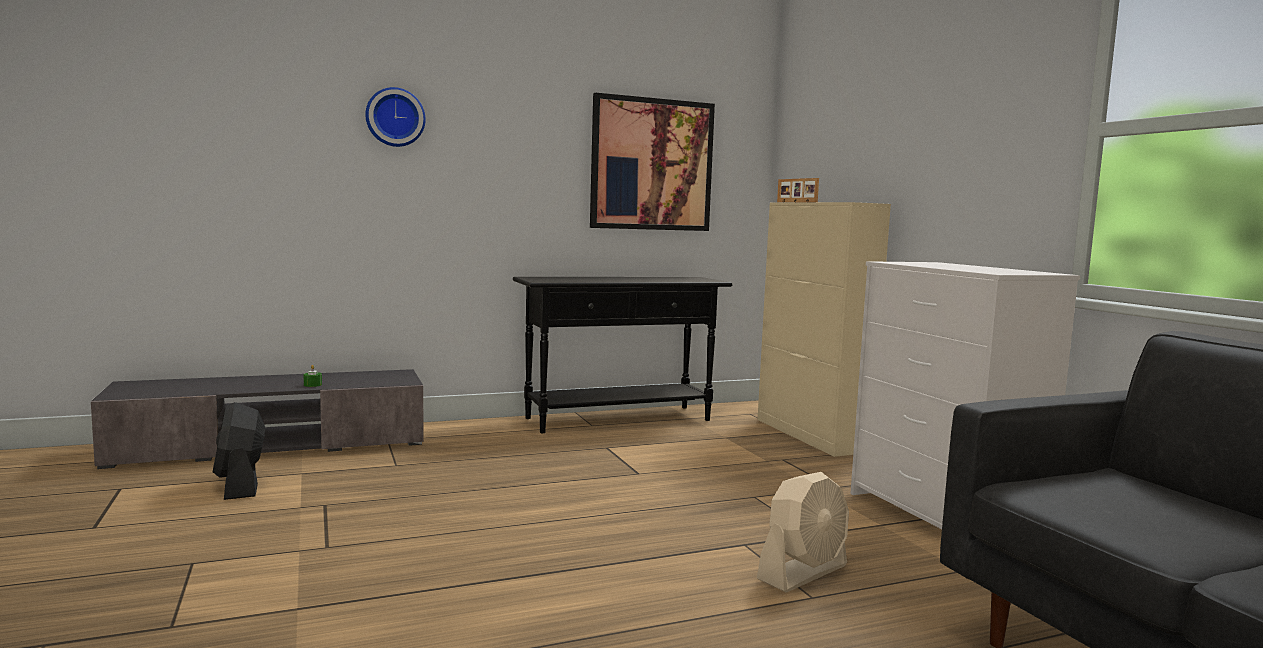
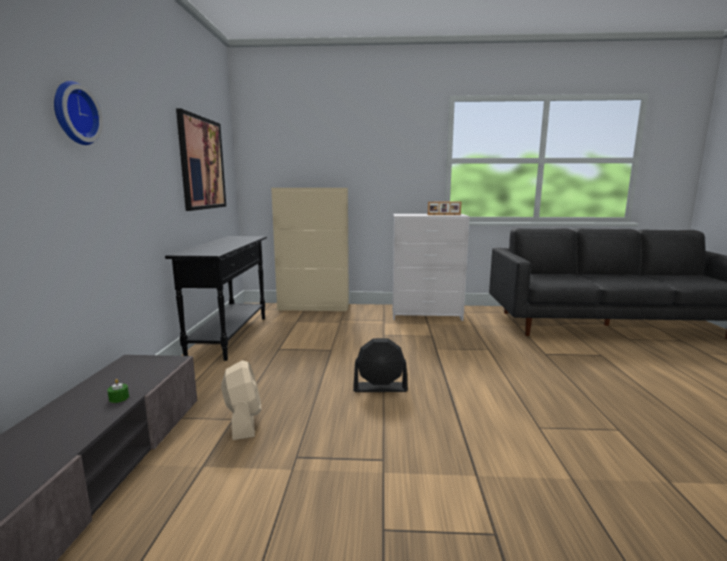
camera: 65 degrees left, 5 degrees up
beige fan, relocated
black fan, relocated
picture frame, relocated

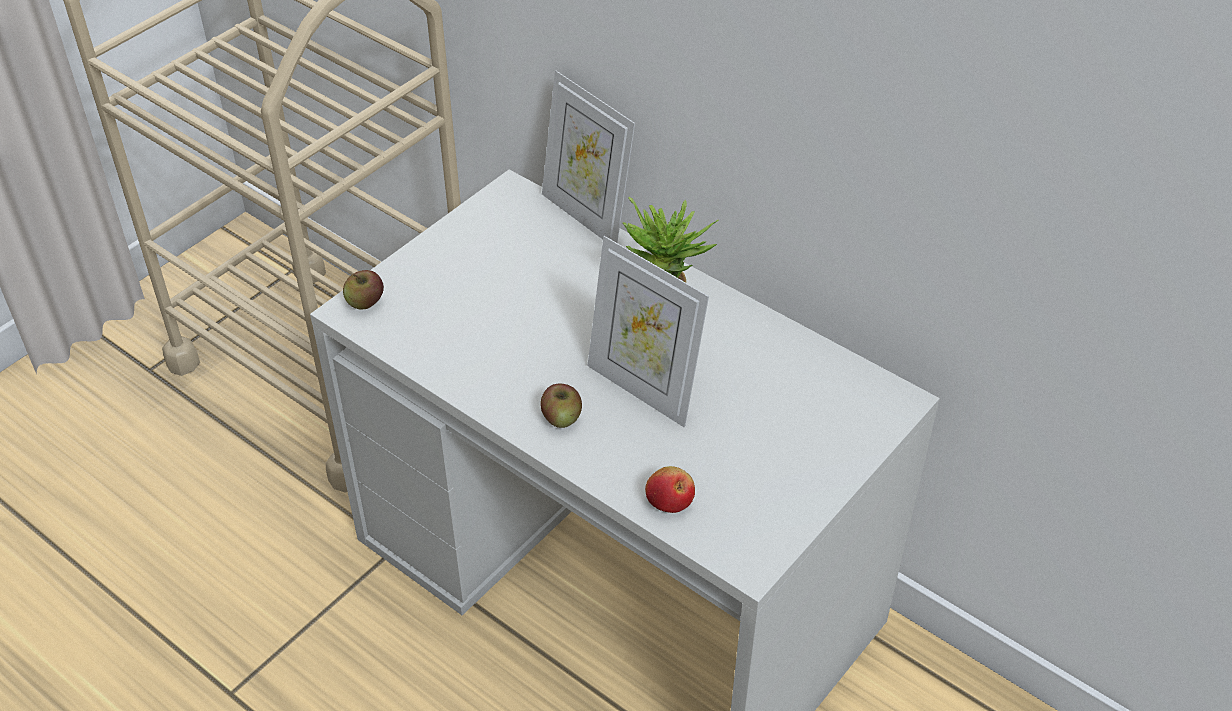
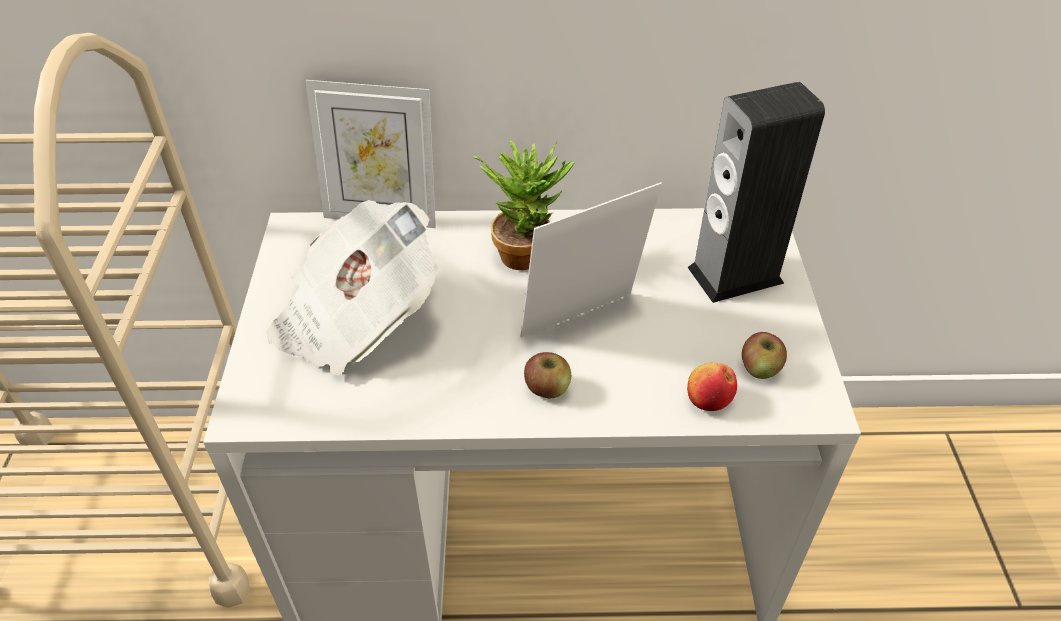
camera: 40 degrees left, 0 degrees up
nothing => newspaper
picture frame (no. 2 from left), 150 degrees clockwise
nothing => speaker
apple (no. 1 from left in the first image) => apple (no. 3 from left), relocated

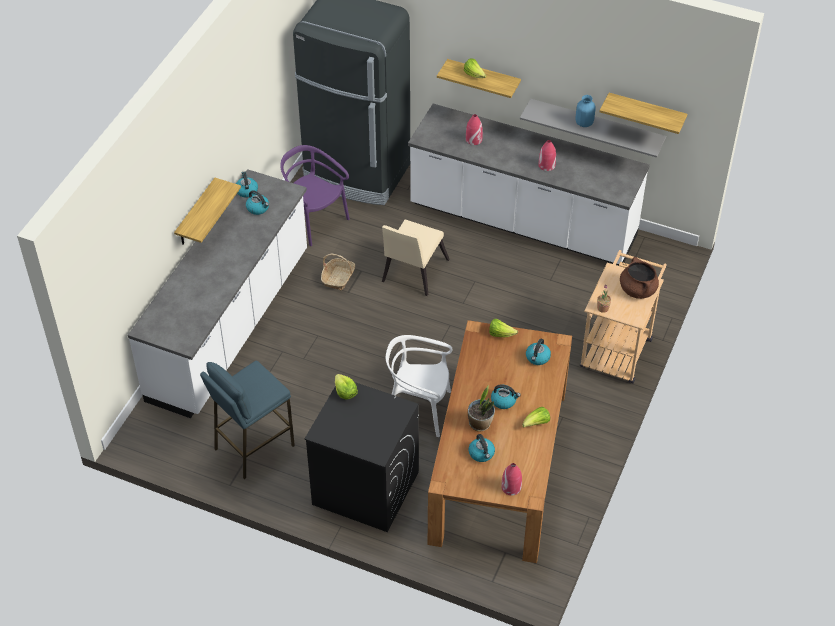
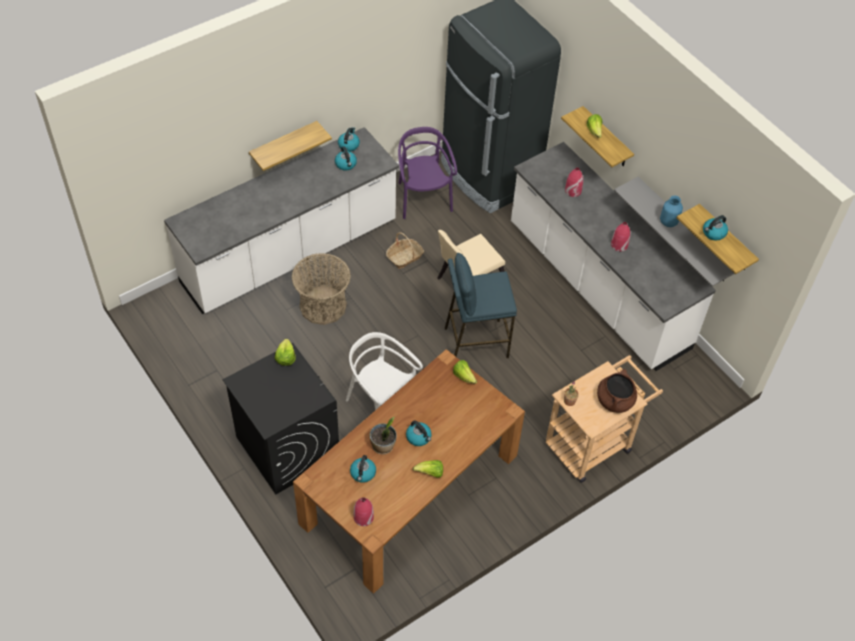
camera: 30 degrees right, 5 degrees up
nothing => basket (no. 1 from left)
blue stool, relocated
kettle (no. 5 from left), relocated

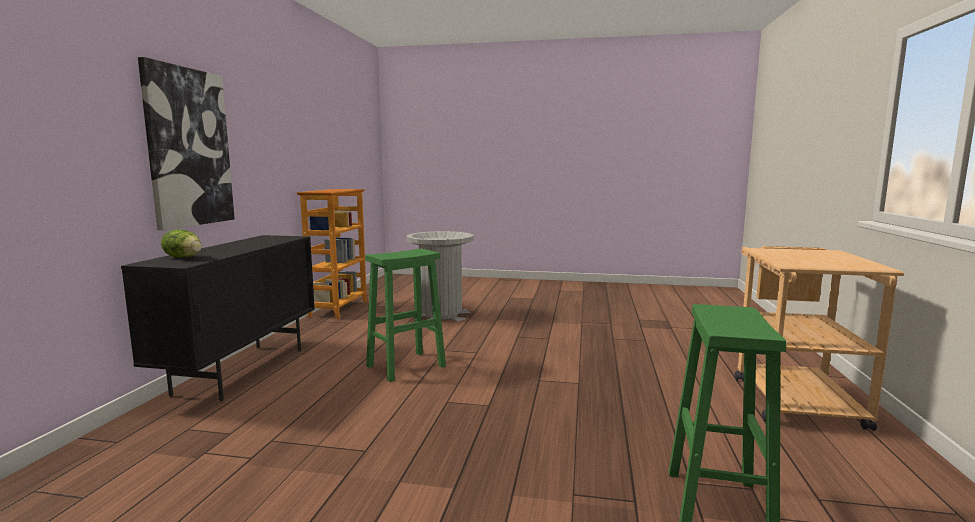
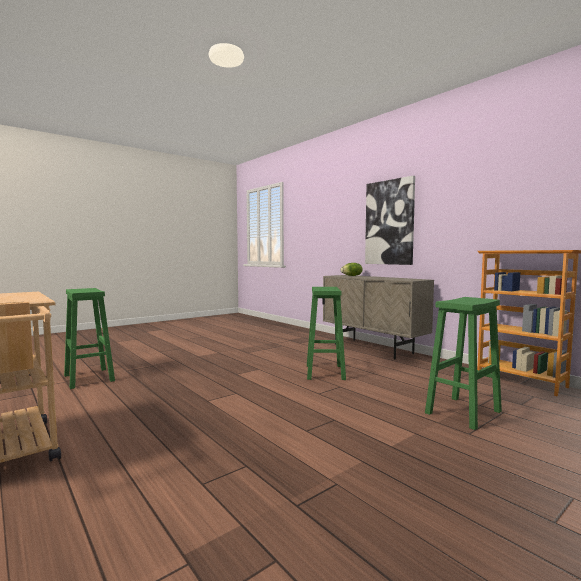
camera: 130 degrees right, 5 degrees down
black cabinet => beige cabinet
grey trash can => green stool (no. 3 from left)

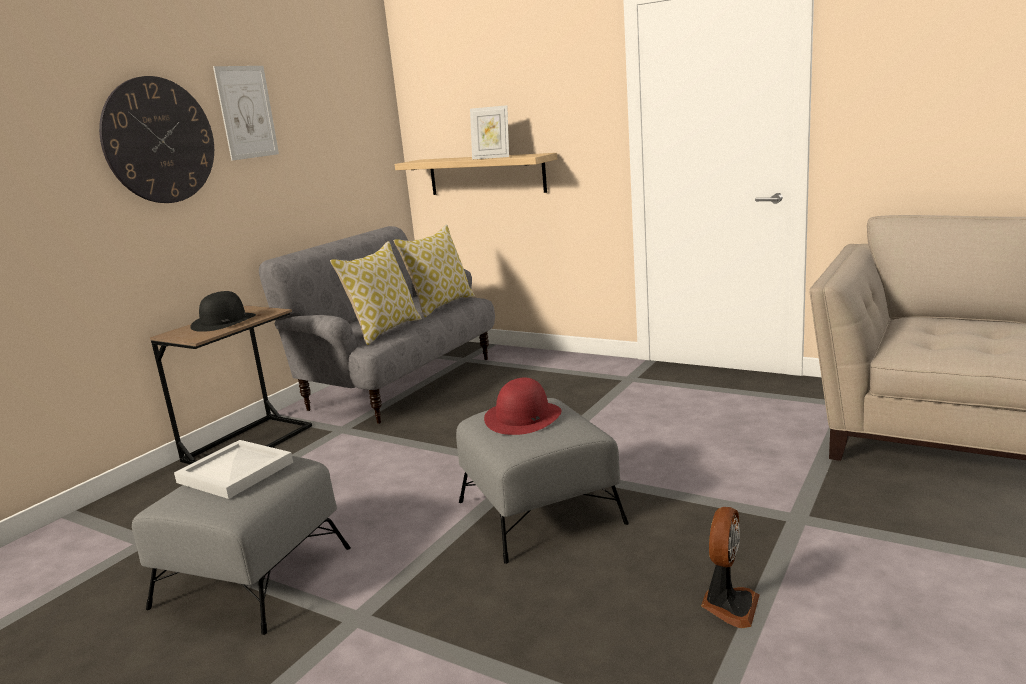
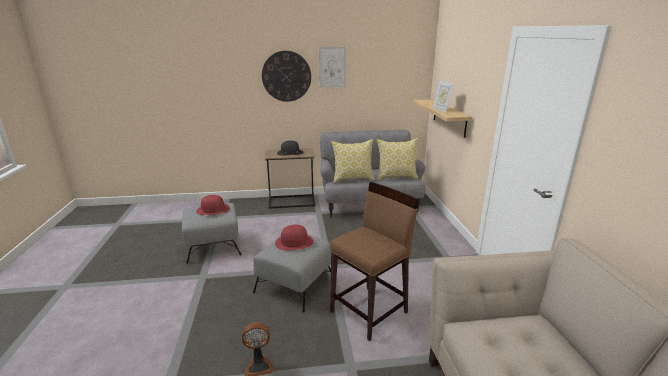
camera: 50 degrees right, 5 degrees up
white tray => red hat (no. 1 from left)
nothing => brown stool

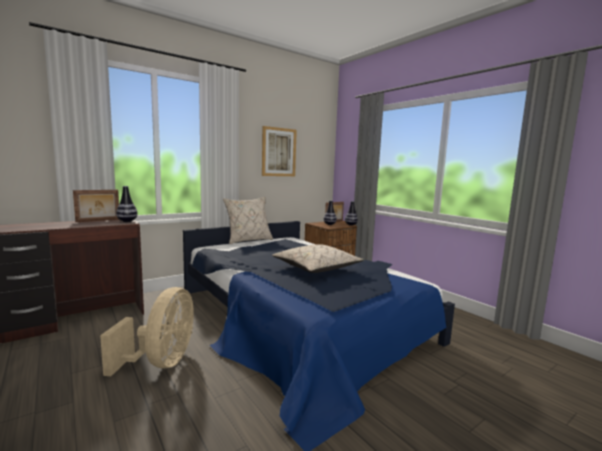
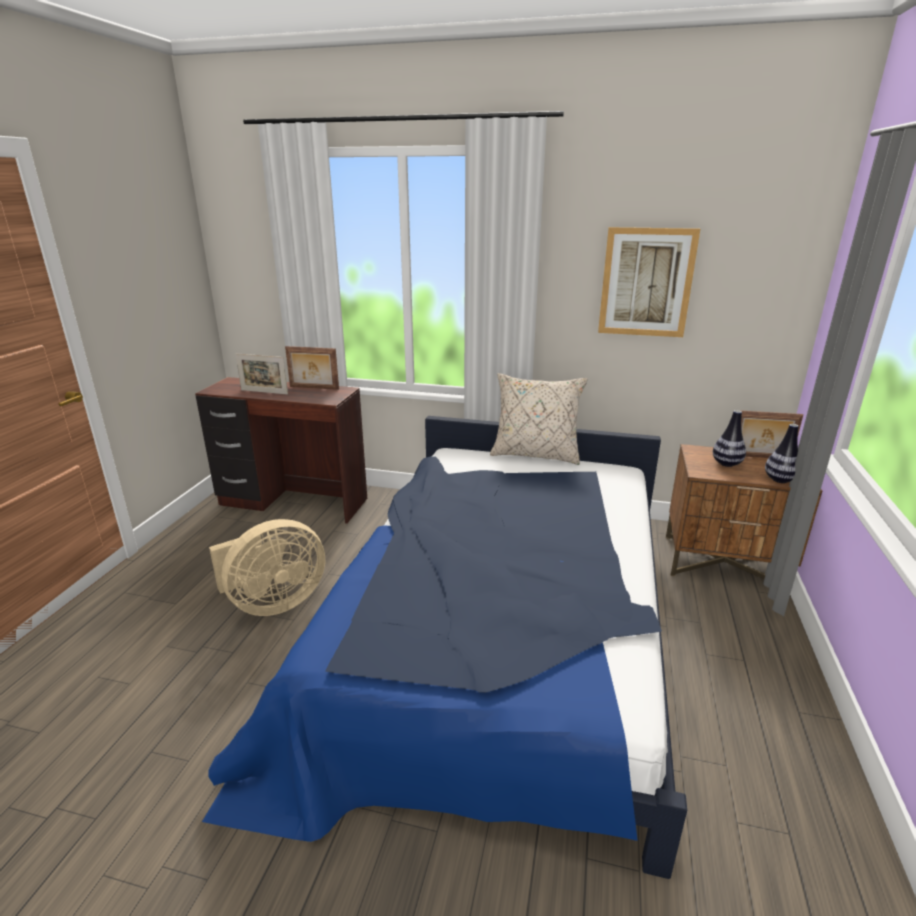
camera: 50 degrees right, 15 degrees up
nothing => picture frame (no. 1 from left)
vase (no. 1 from left) => nothing
beige pillow (no. 2 from left) => nothing

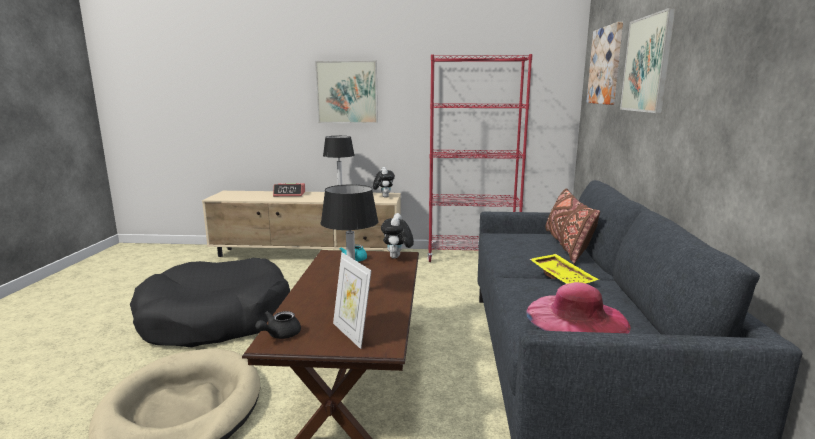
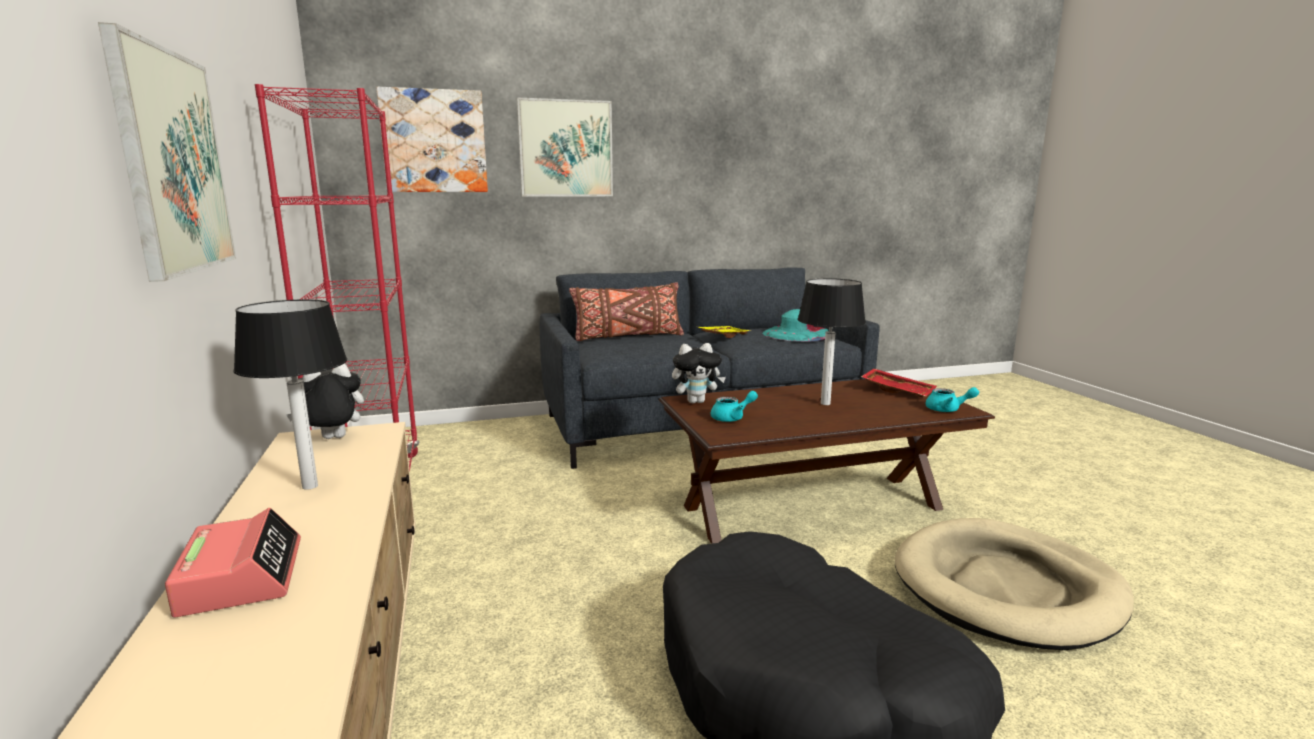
camera: 110 degrees left, 0 degrees up
pink hat => turquoise hat
picture frame => red tray
black teapot => turquoise teapot (no. 2 from left)

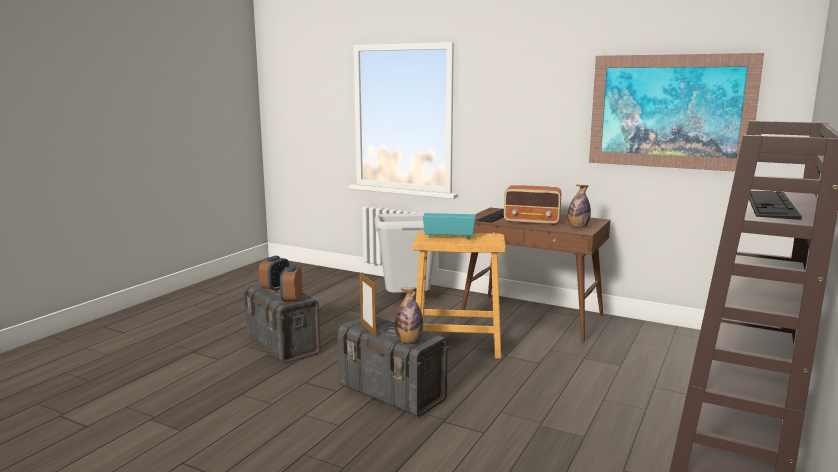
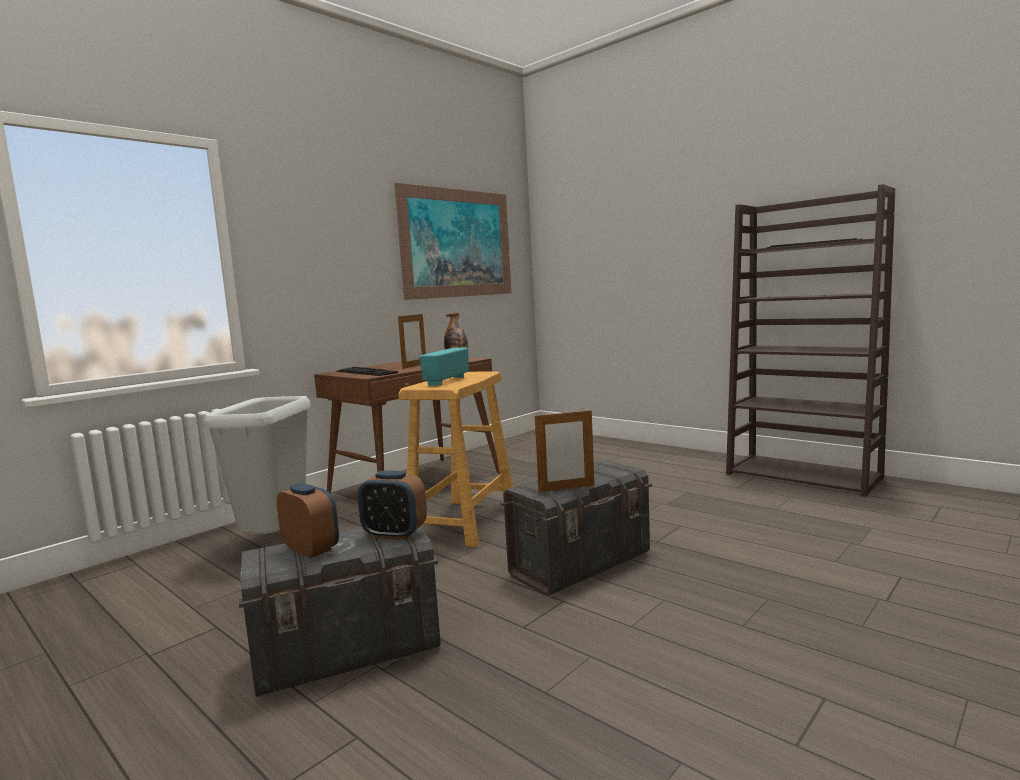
camera: 75 degrees left, 5 degrees down
radio (no. 2 from left) => picture frame (no. 1 from left)
bottle (no. 1 from left) => nothing

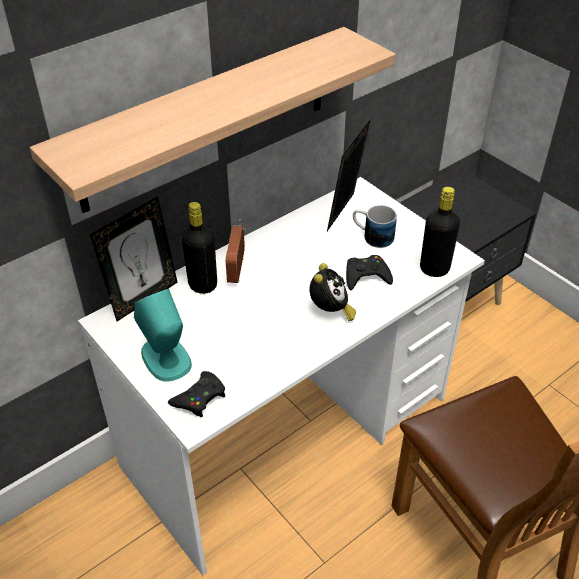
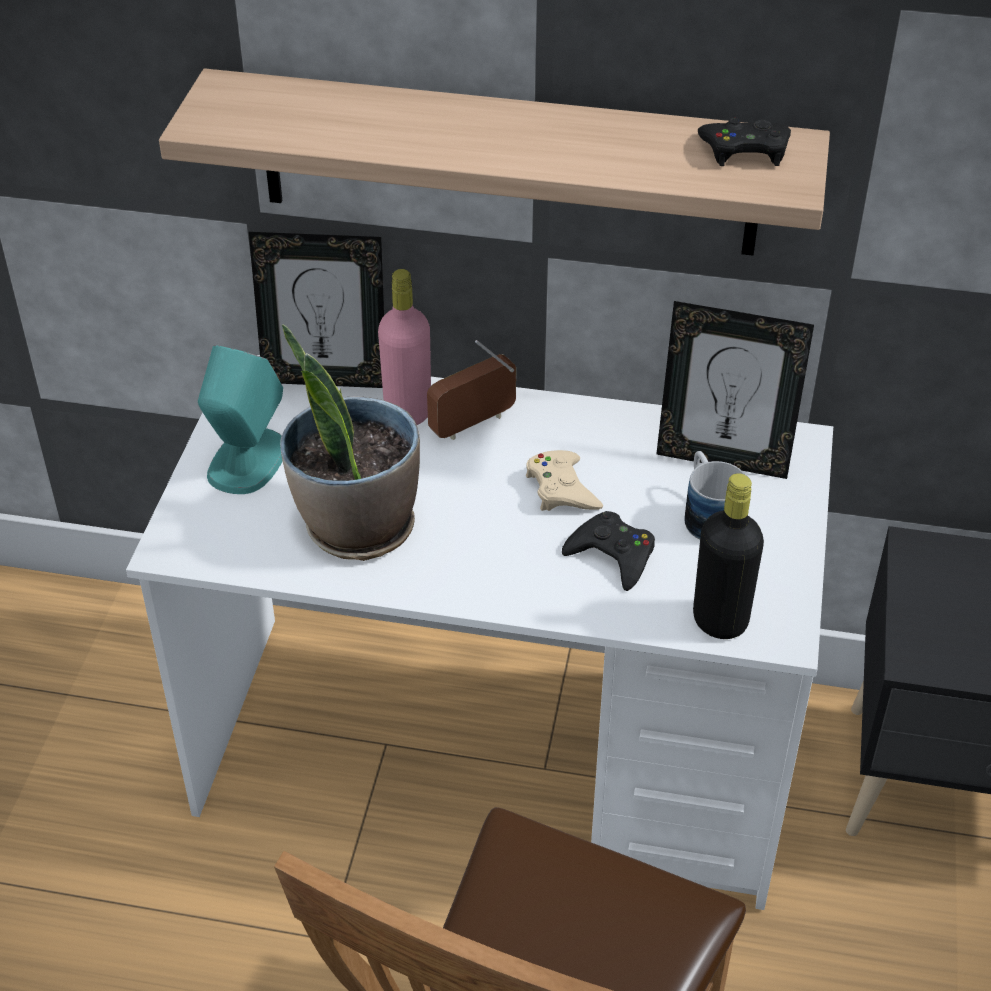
camera: 50 degrees right, 0 degrees up
nothing => potted plant
black bottle (no. 1 from left) => pink bottle
nothing => beige game controller
picture frame (no. 2 from left), 150 degrees counterclockwise
black game controller (no. 1 from left in the first image) => black game controller (no. 2 from left), relocated
alarm clock => nothing

